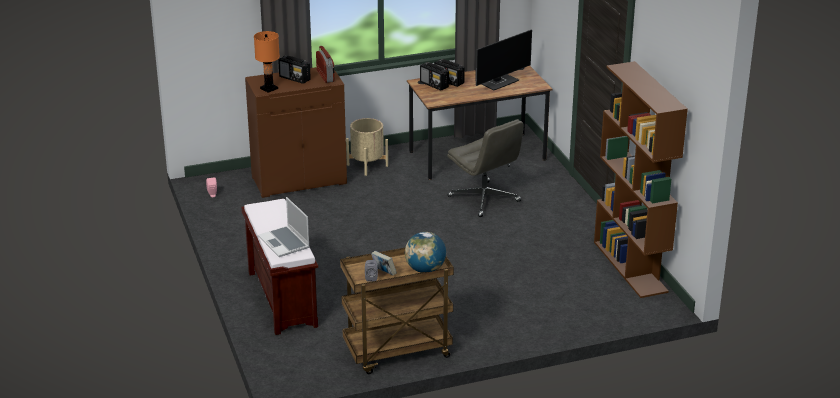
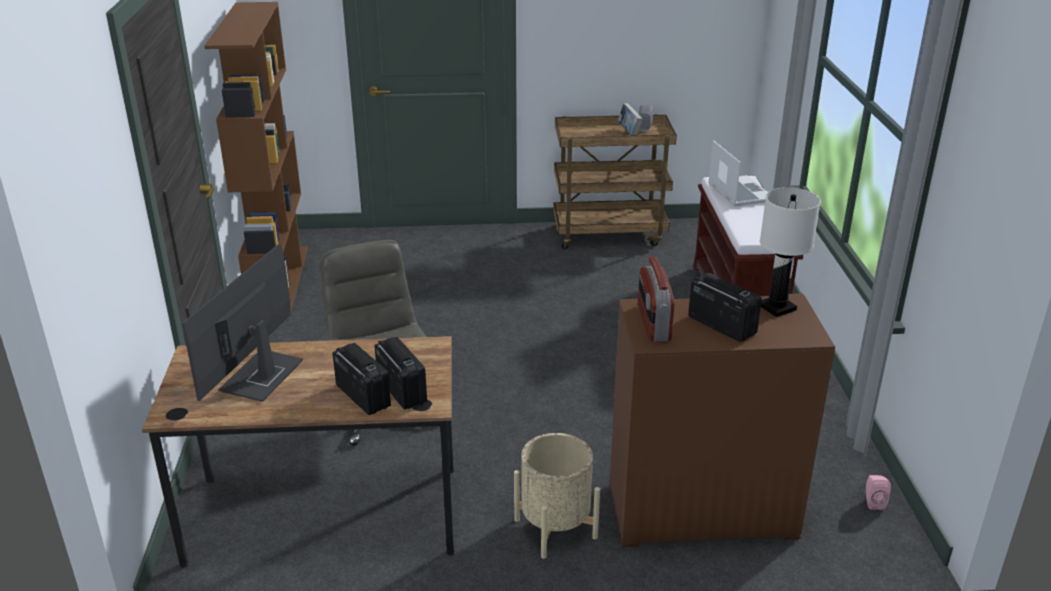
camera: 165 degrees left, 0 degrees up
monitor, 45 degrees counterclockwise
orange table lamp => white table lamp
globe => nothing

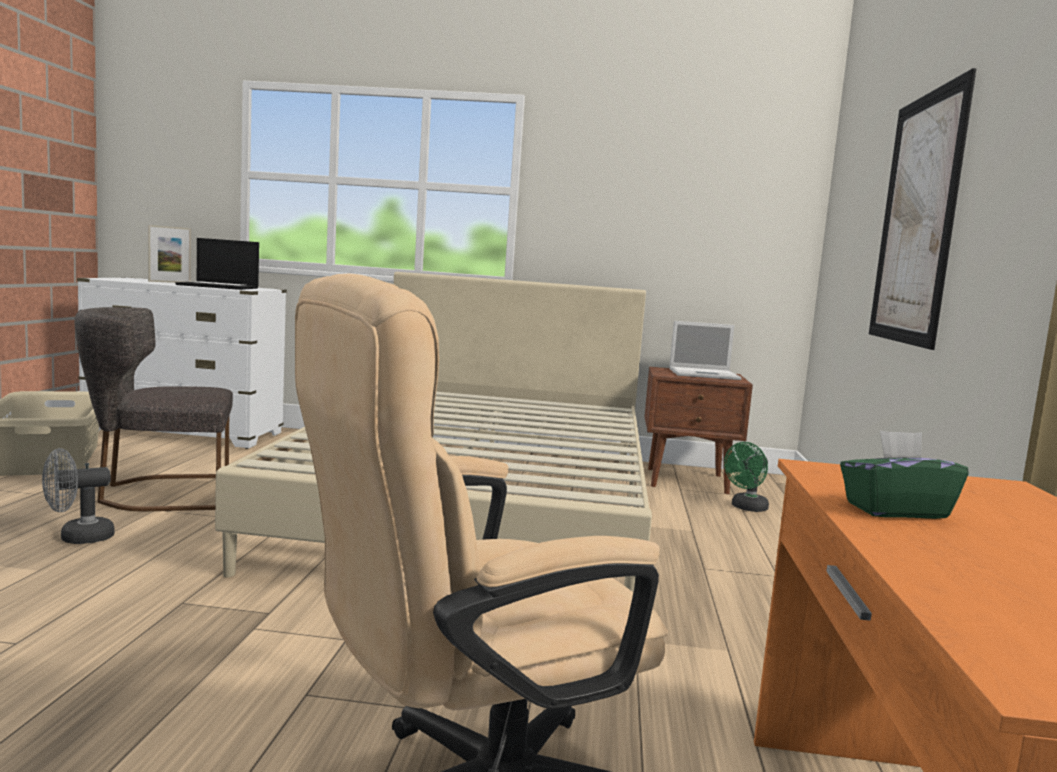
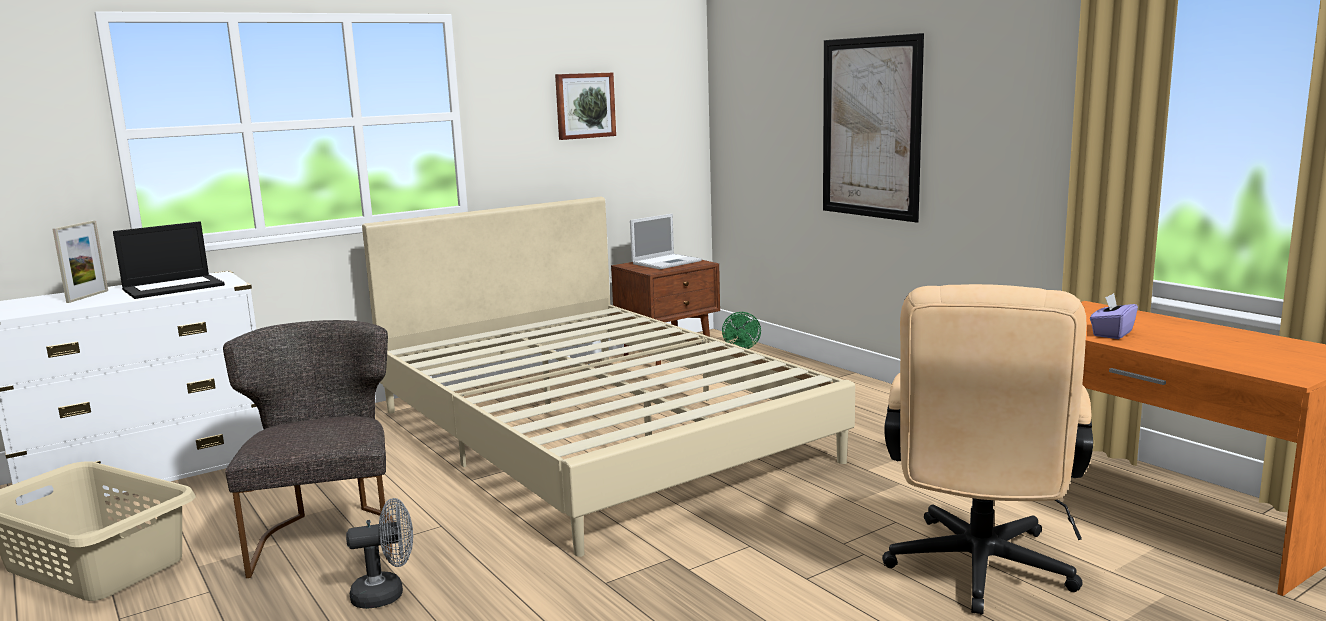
camera: 40 degrees left, 5 degrees up
grey chair, 135 degrees clockwise
grey fan, 120 degrees counterclockwise
nothing => picture (no. 1 from left)
green tissue box => purple tissue box

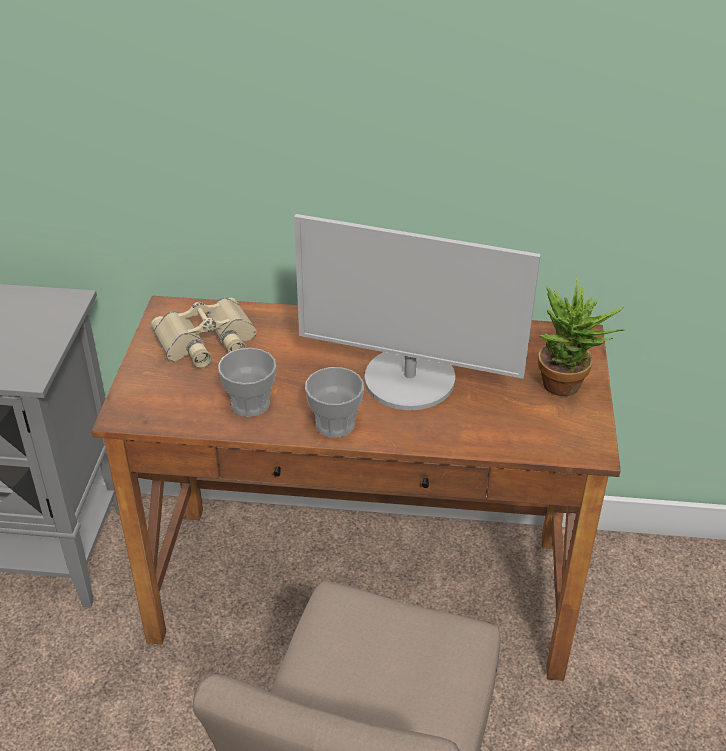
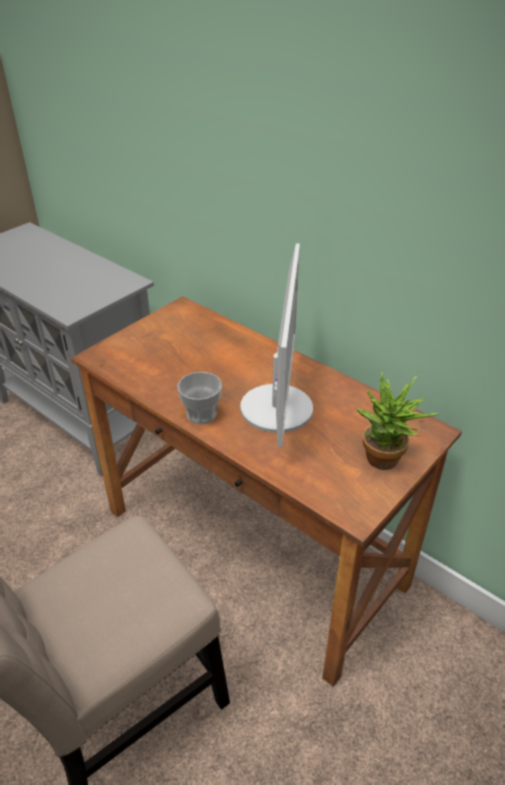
camera: 35 degrees right, 0 degrees up
monitor, 135 degrees counterclockwise
beige binoculars => nothing
cup (no. 1 from left) => nothing

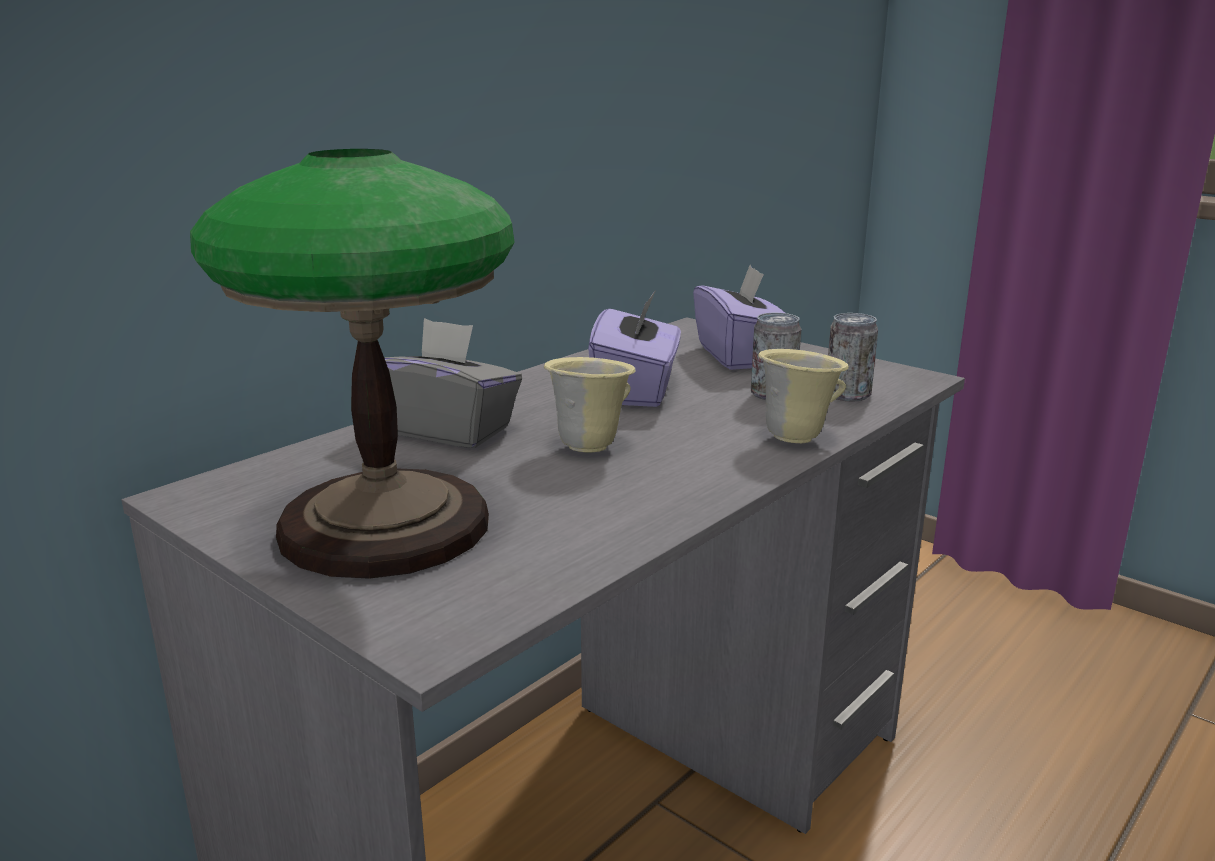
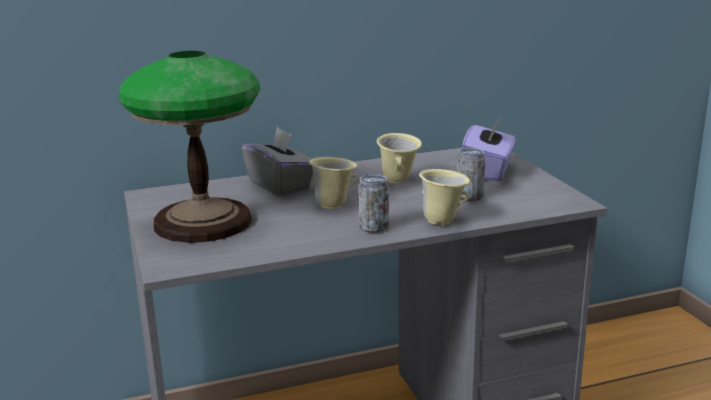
camera: 30 degrees right, 0 degrees up
can (no. 2 from left in the first image) => can (no. 1 from left), relocated
purple tissue box (no. 1 from left) => beige mug (no. 2 from left)

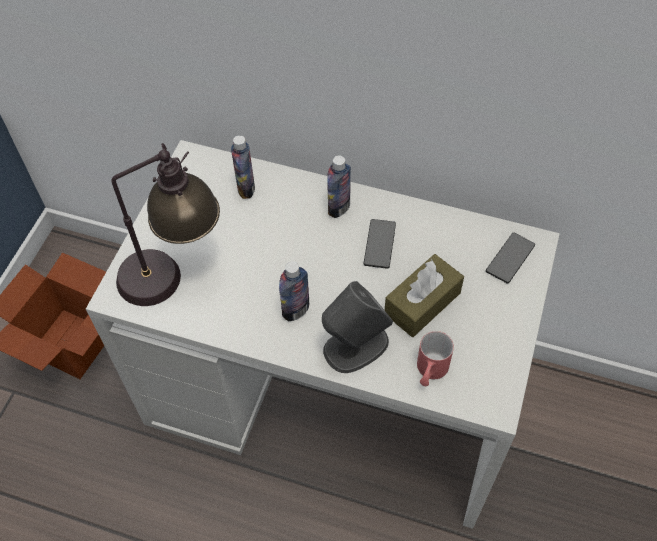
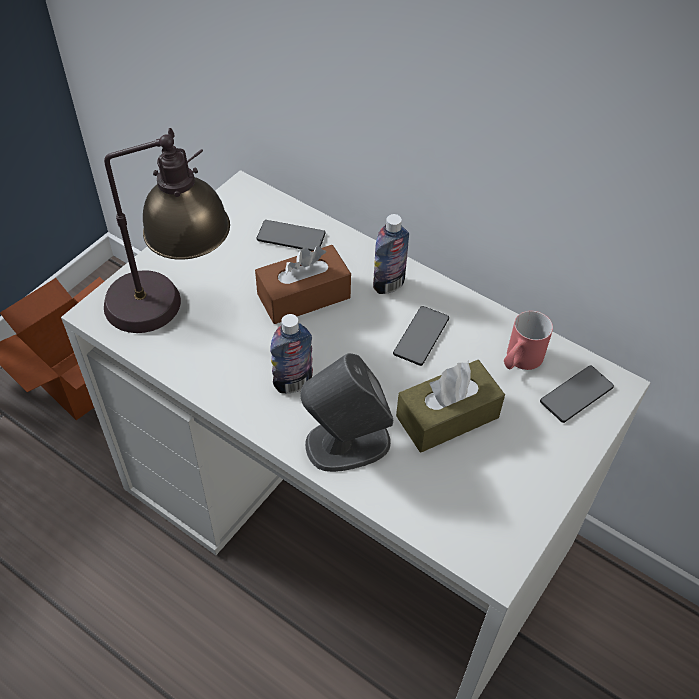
camera: 15 degrees right, 5 degrees down
nothing => brown tissue box (no. 1 from left)
bottle (no. 1 from left) => phone (no. 1 from left)
red mug, relocated

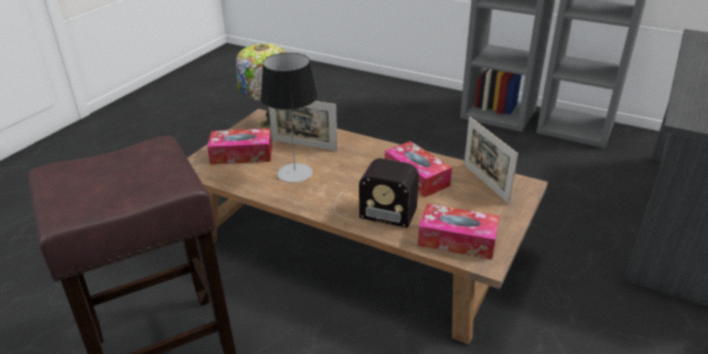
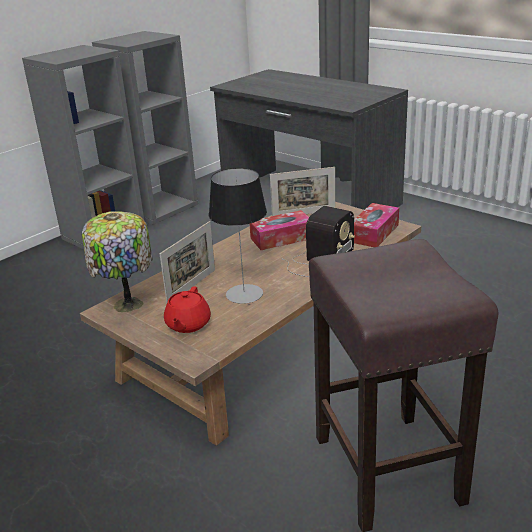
camera: 75 degrees left, 5 degrees down
tissue box (no. 1 from left) => red teapot

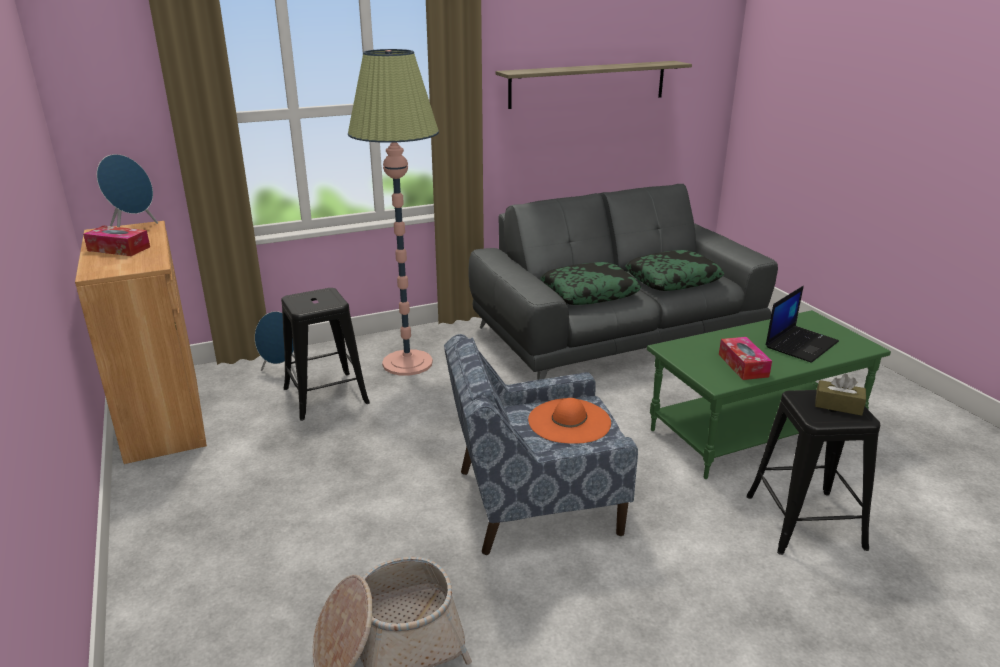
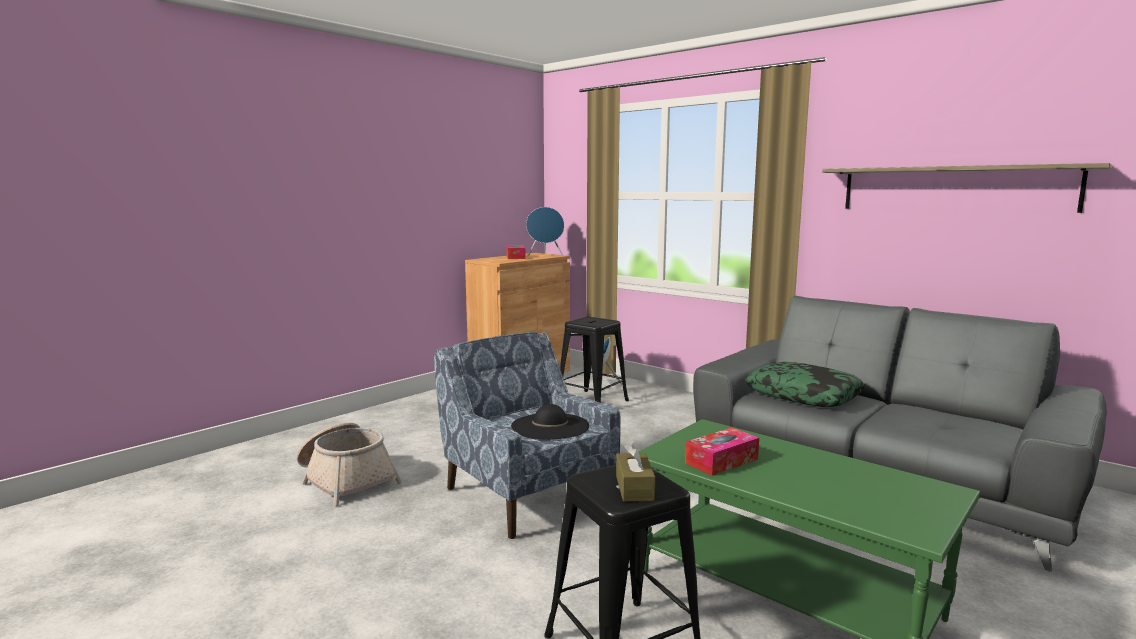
camera: 65 degrees right, 15 degrees down
orange hat => black hat
floor lamp => nothing
pillow (no. 2 from left) => nothing
laptop => nothing

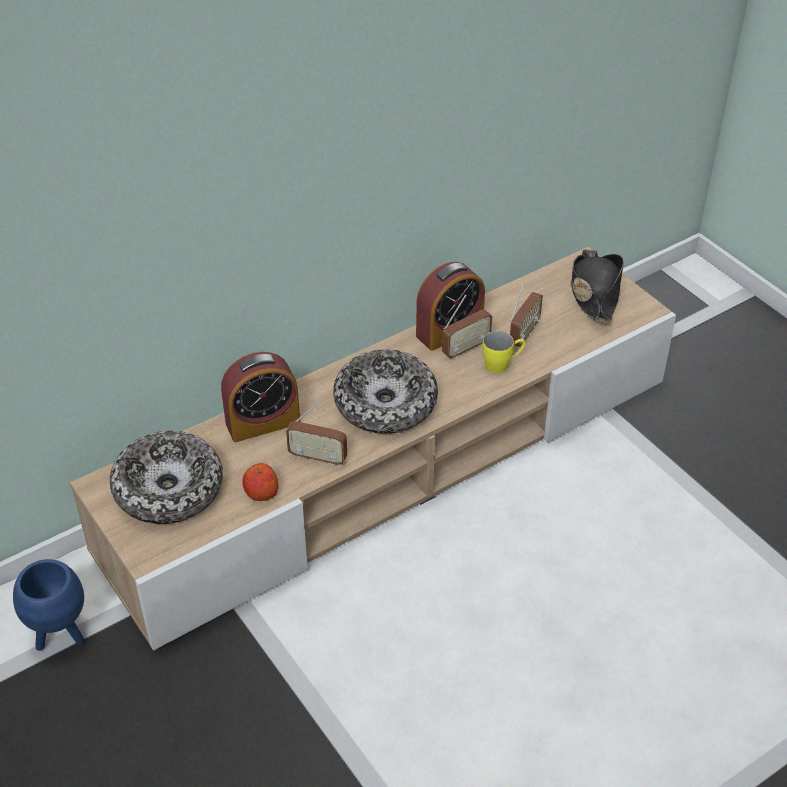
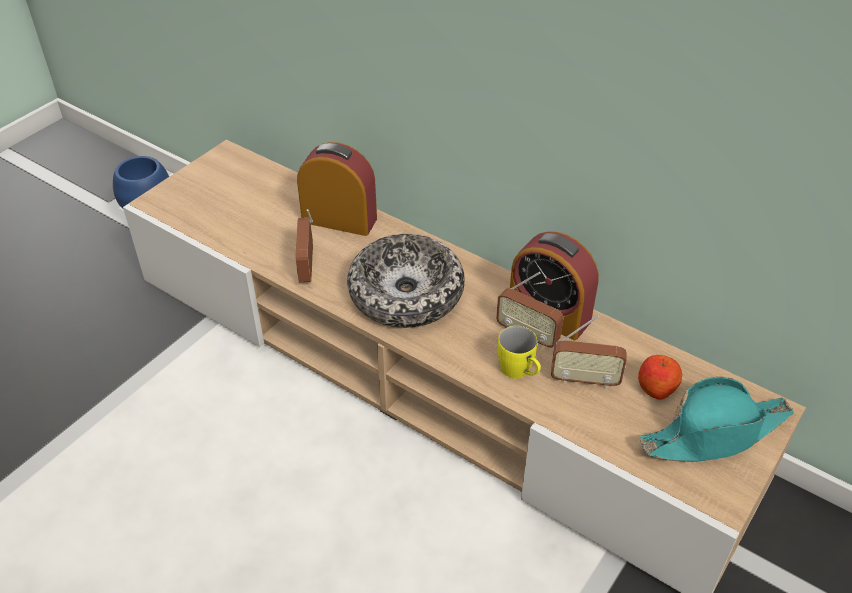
camera: 70 degrees right, 0 degrees up
alarm clock (no. 1 from left), 150 degrees clockwise
apple, relocated
black hat => turquoise hat
bowl (no. 1 from left) => nothing

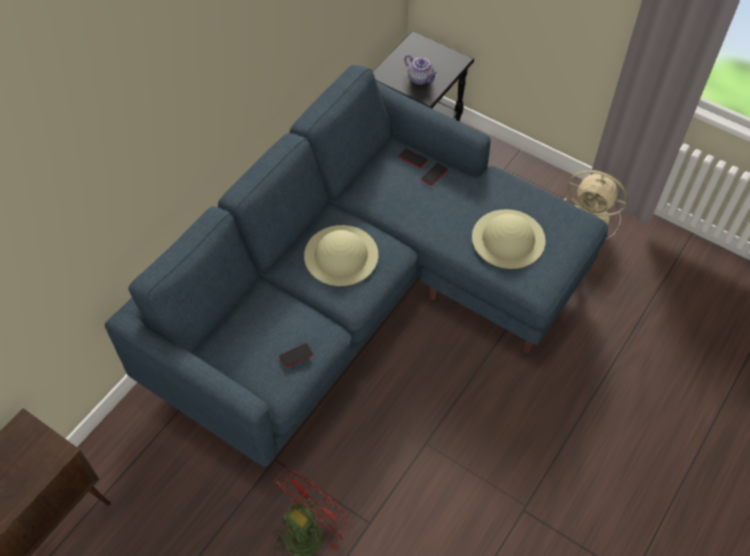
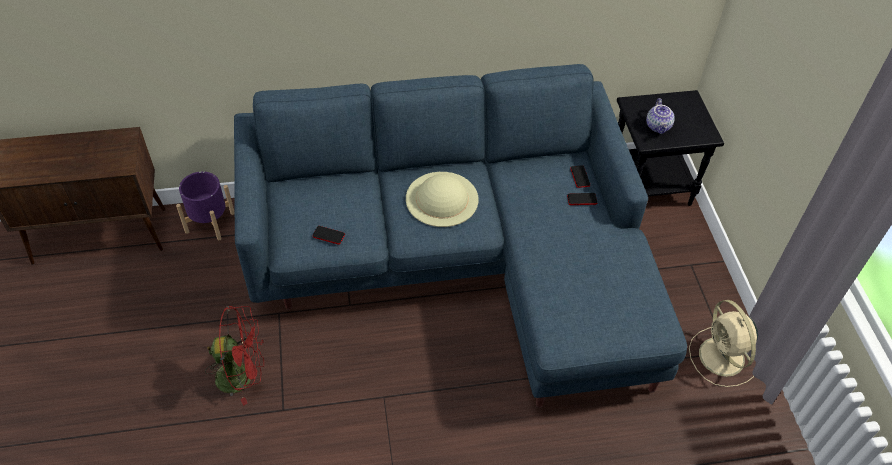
camera: 45 degrees right, 5 degrees down
nothing => purple planter
beige hat (no. 2 from left) => nothing

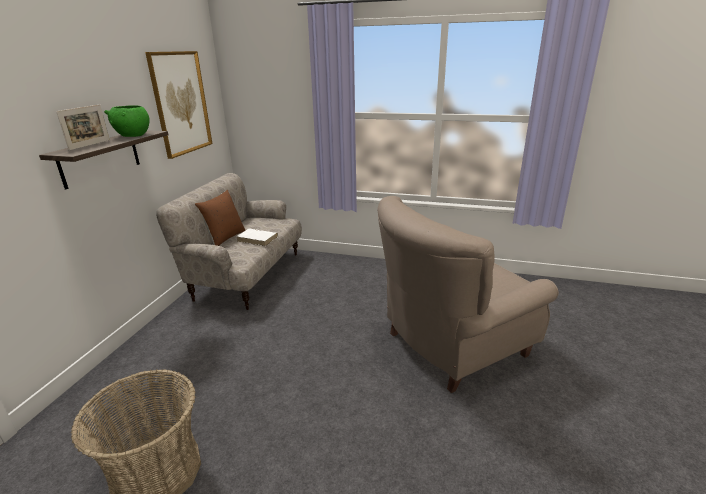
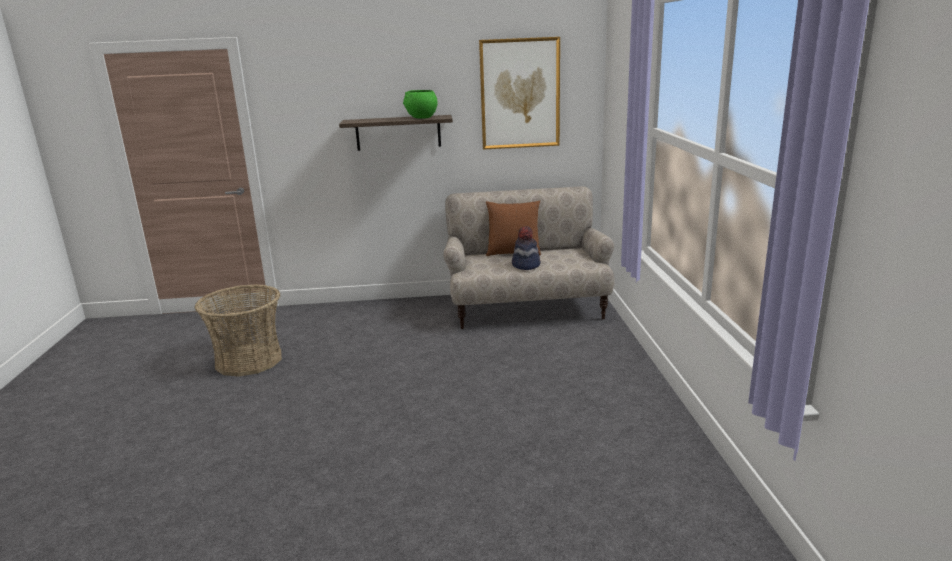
camera: 70 degrees right, 5 degrees down
white book => hat
picture frame => nothing
beige armchair => nothing

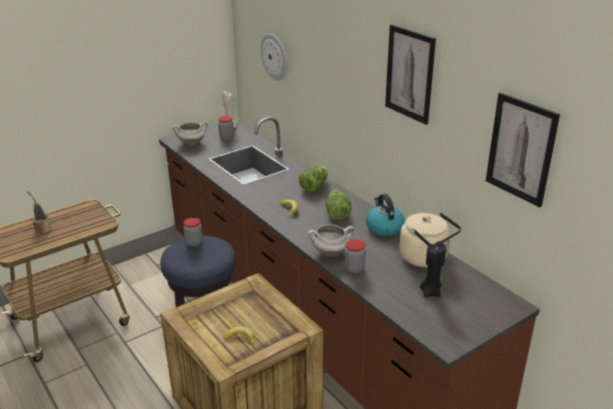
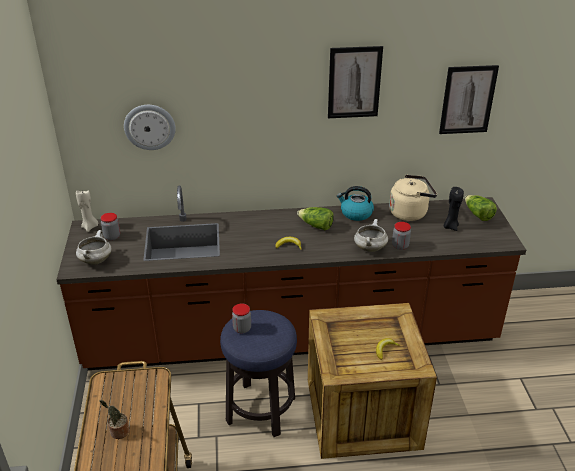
camera: 60 degrees left, 5 degrees up
lettuce (no. 1 from left in the first image) => lettuce (no. 2 from left), relocated

